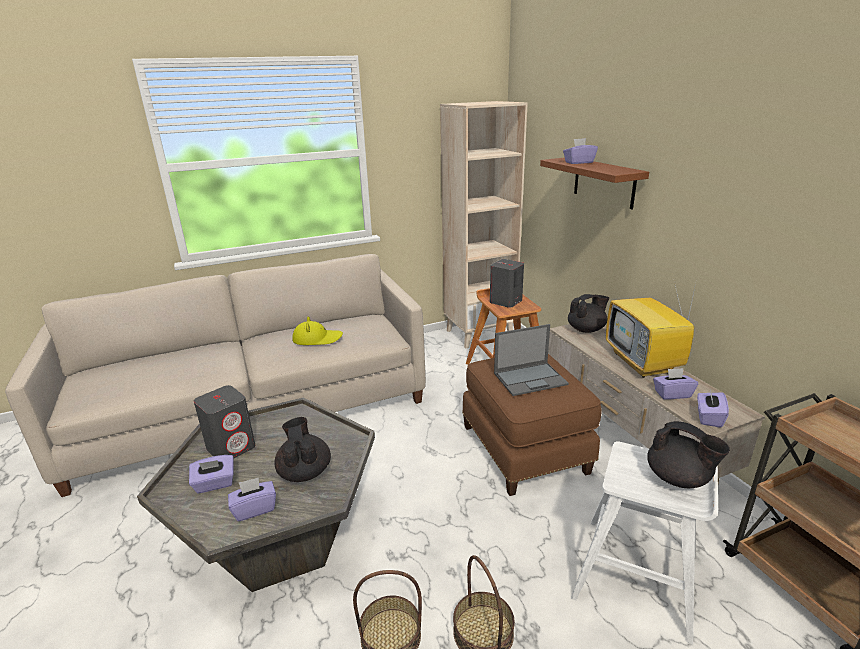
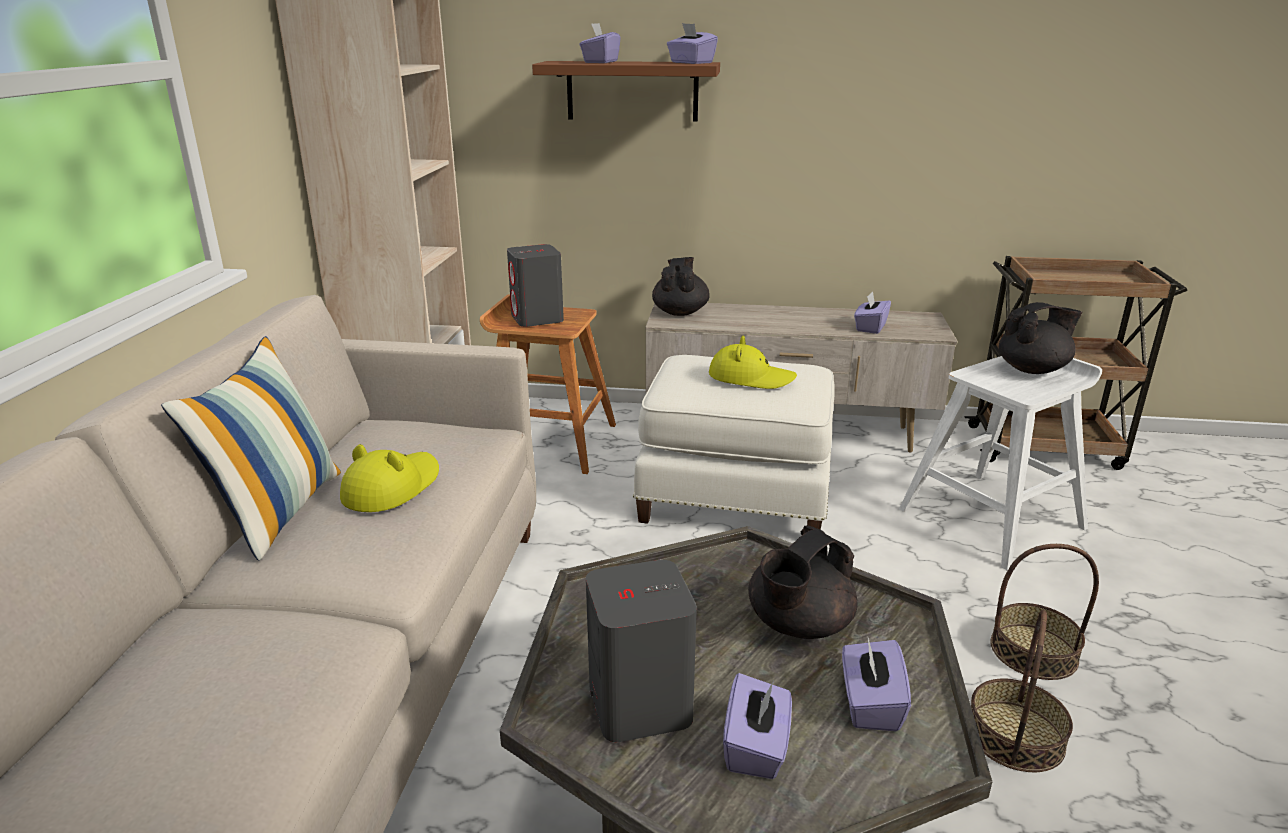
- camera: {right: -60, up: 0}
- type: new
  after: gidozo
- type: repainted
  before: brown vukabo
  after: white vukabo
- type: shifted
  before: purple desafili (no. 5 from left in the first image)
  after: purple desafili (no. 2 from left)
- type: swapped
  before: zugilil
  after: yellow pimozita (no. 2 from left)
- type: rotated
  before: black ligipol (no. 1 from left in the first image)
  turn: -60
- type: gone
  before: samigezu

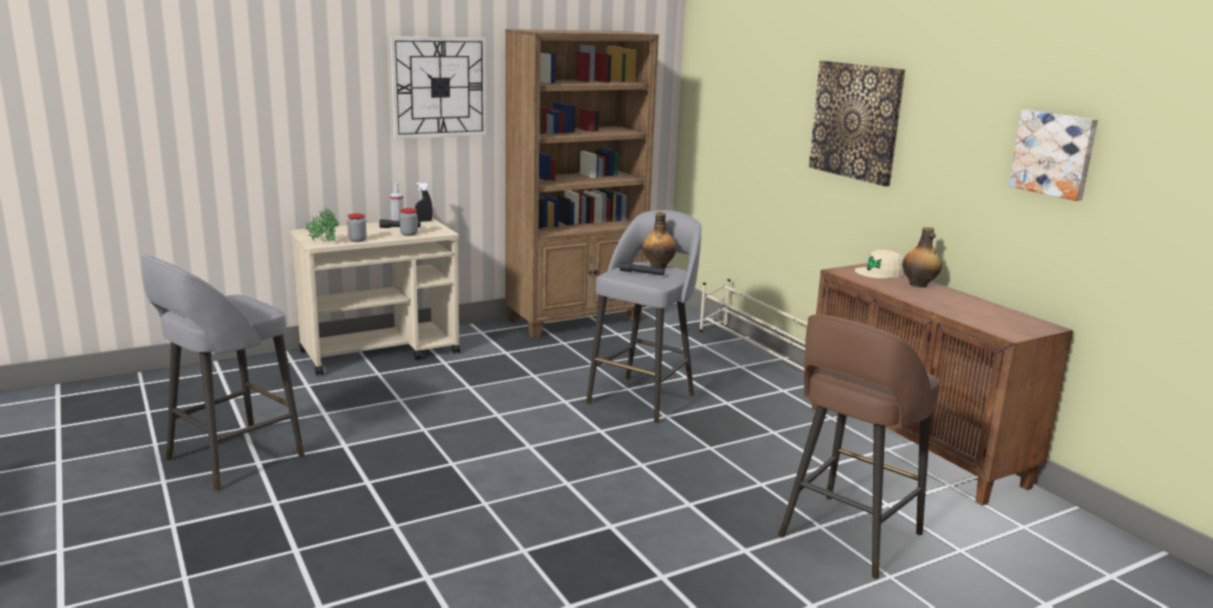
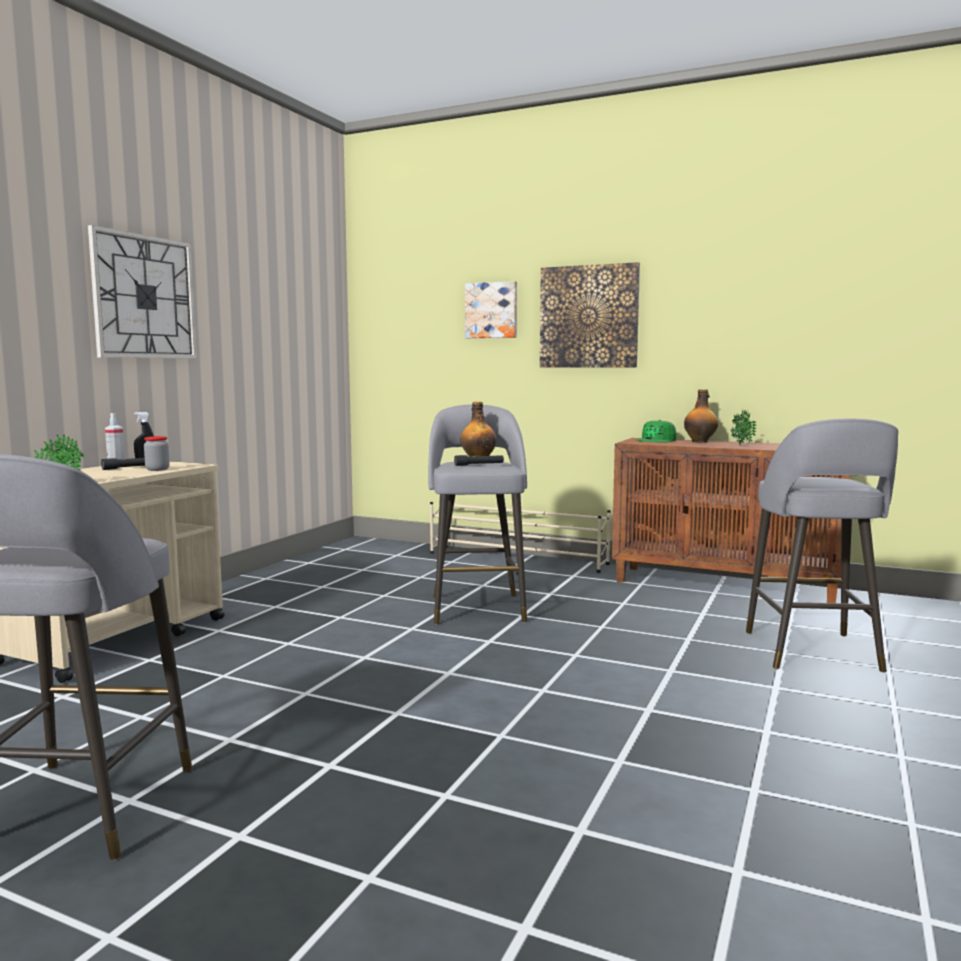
- camera: {right: -35, up: -10}
- type: shifted
  before: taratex (no. 2 from left in the first image)
  after: taratex (no. 1 from left)
- type: repainted
  before: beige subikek
  after: green subikek
- type: new
  after: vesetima (no. 2 from left)
- type: repainted
  before: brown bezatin
  after: grey bezatin (no. 3 from left)
- type: gone
  before: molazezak (no. 1 from left)
- type: gone
  before: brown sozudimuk

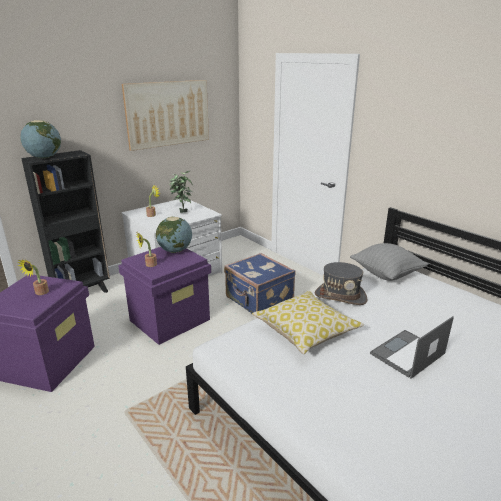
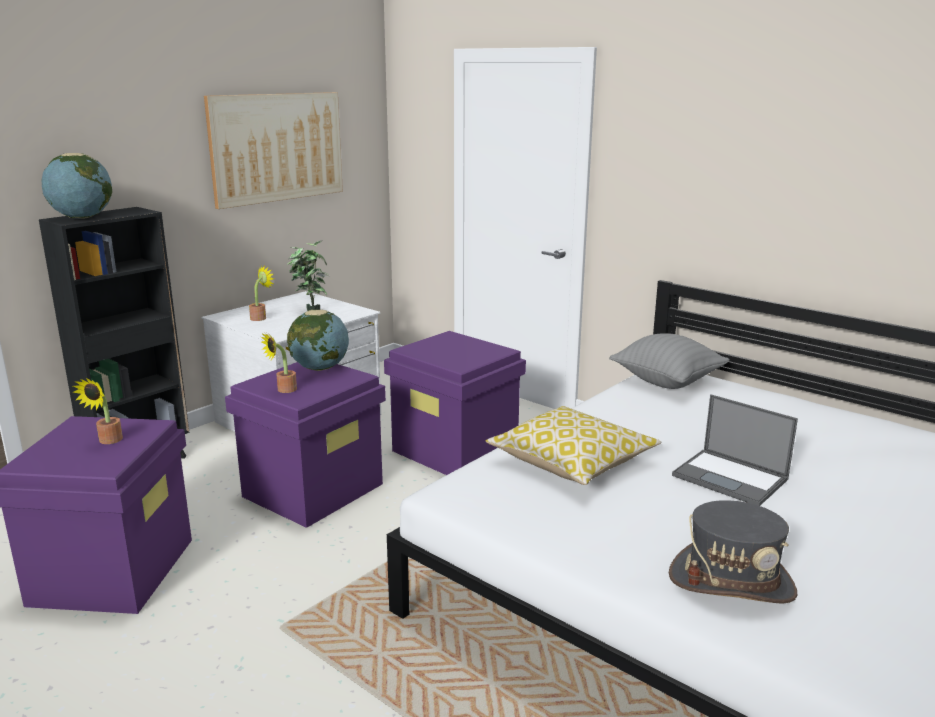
- camera: {right: -10, up: -5}
- type: swapped
  before: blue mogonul
  after: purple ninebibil (no. 3 from left)
- type: shifted
  before: grey pimozita
- type: rotated
  before: zugilil
  turn: -90

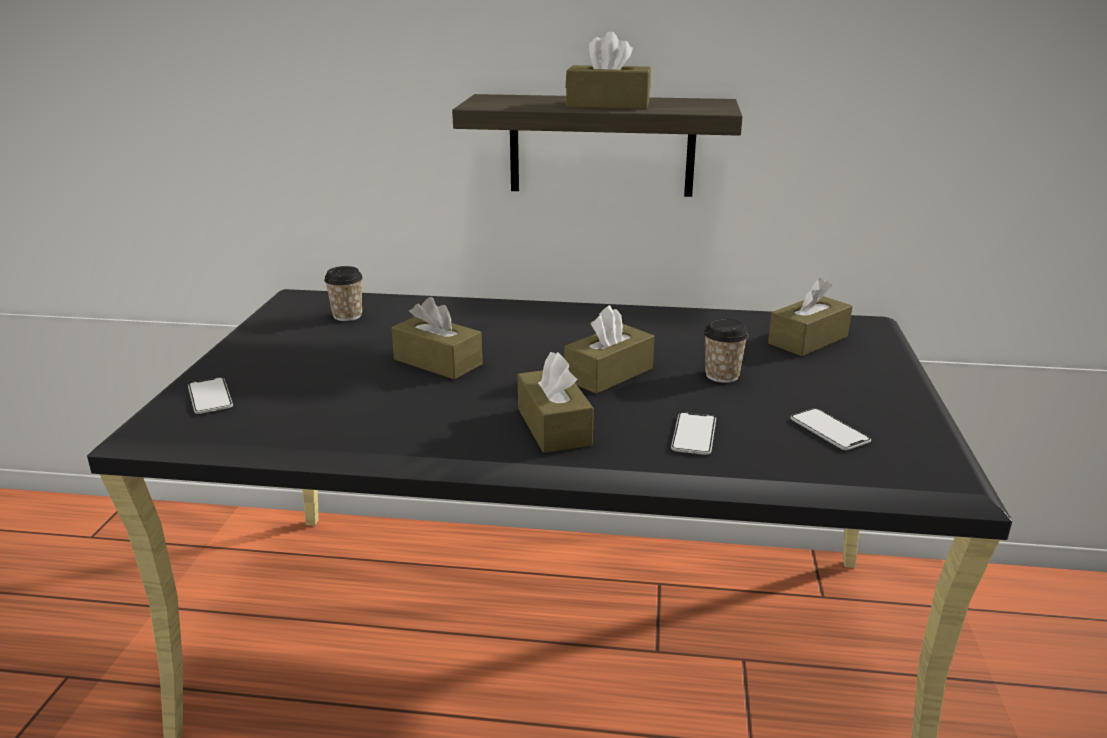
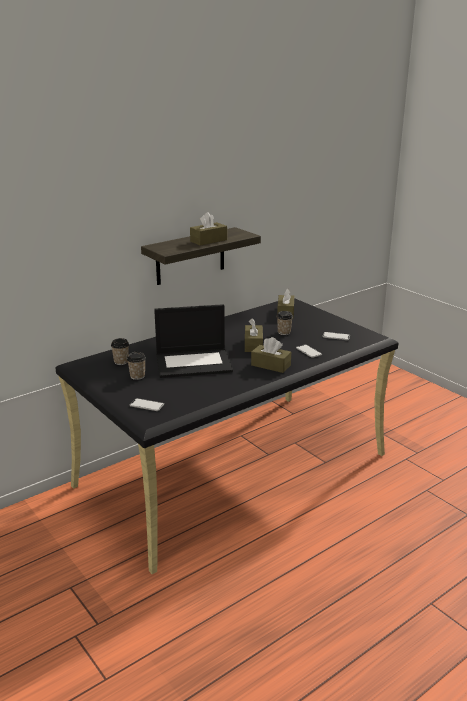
- camera: {right: -45, up: 0}
- type: new
  after: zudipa (no. 2 from left)
- type: swapped
  before: brown desafili (no. 1 from left)
  after: zugilil

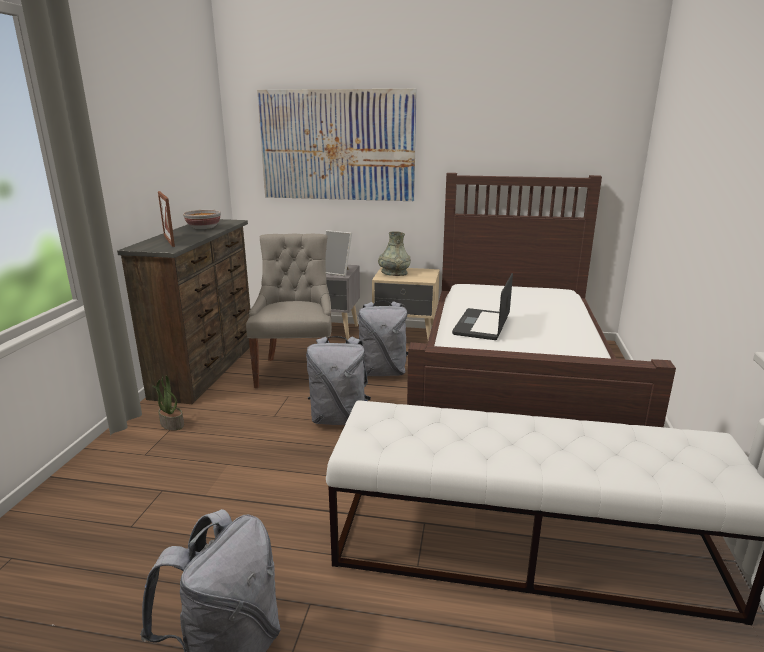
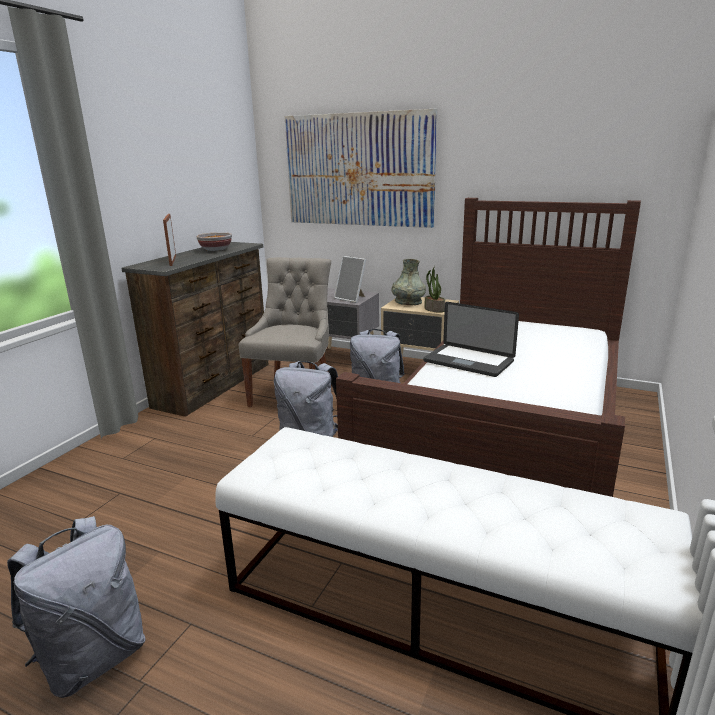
- camera: {right: 15, up: 0}
- type: rotated
  before: zugilil
  turn: -90
- type: shifted
  before: vesetima

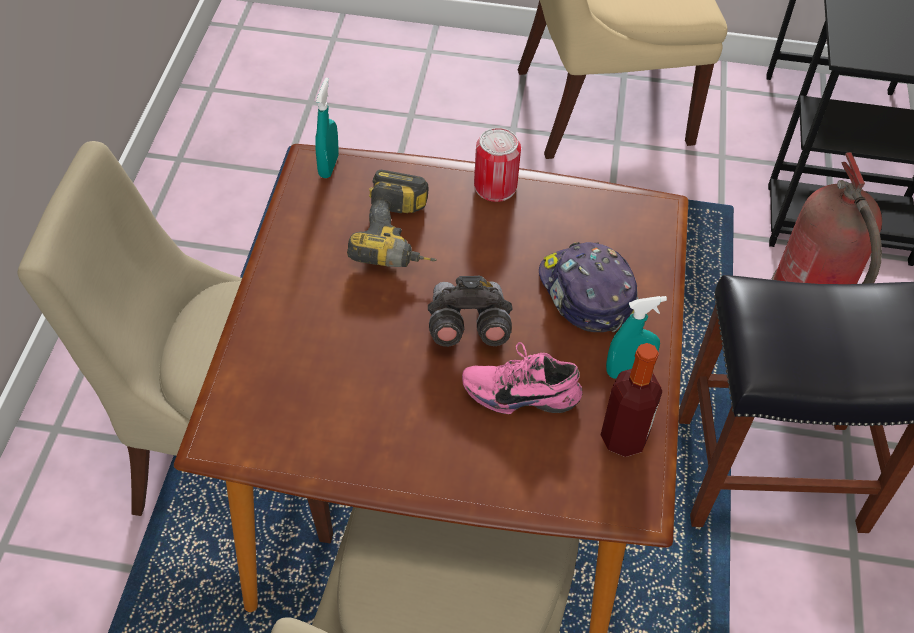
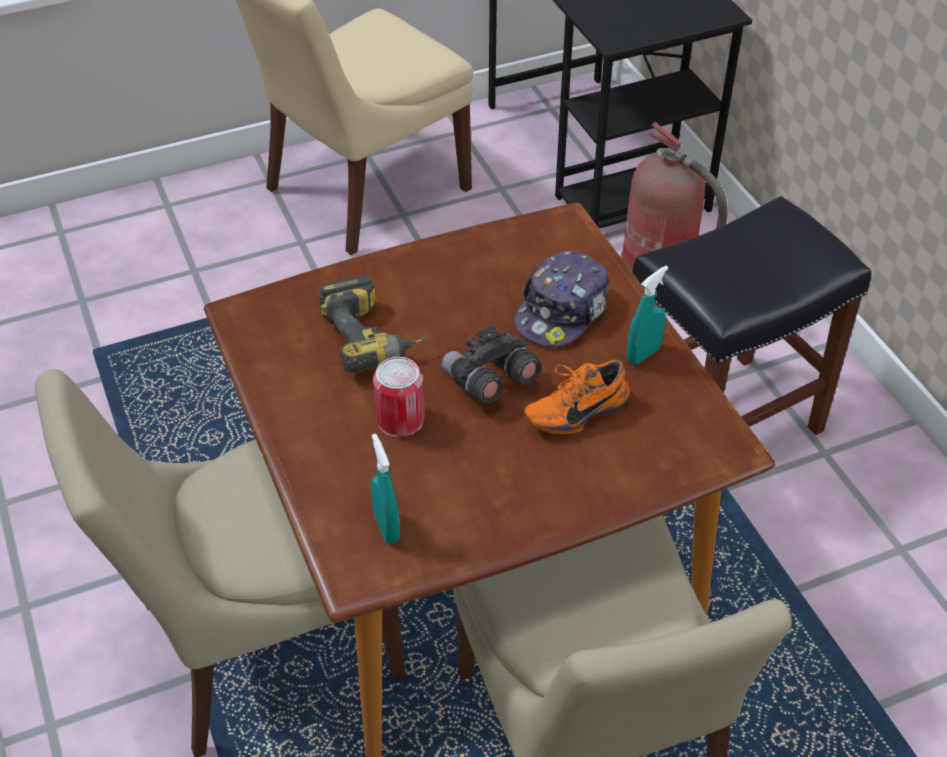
- camera: {right: -30, up: -5}
- type: shifted
  before: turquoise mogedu (no. 1 from left)
- type: shifted
  before: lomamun
- type: rotated
  before: subikek
  turn: -90
- type: repainted
  before: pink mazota
  after: orange mazota
- type: gone
  before: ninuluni

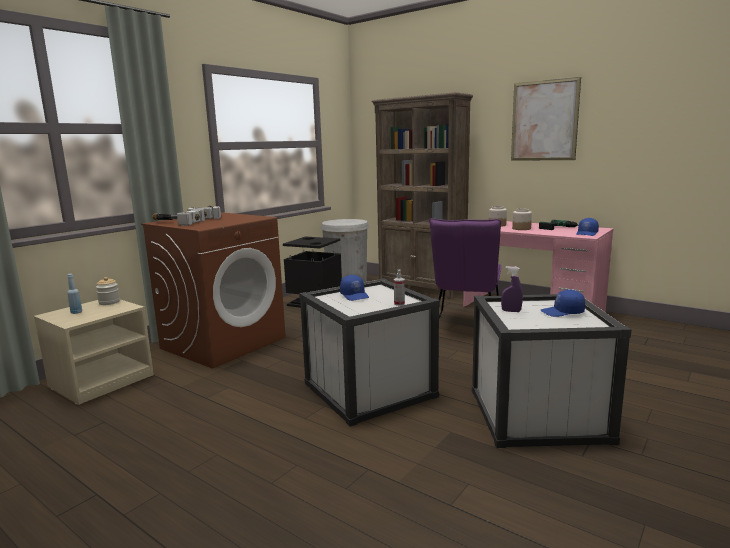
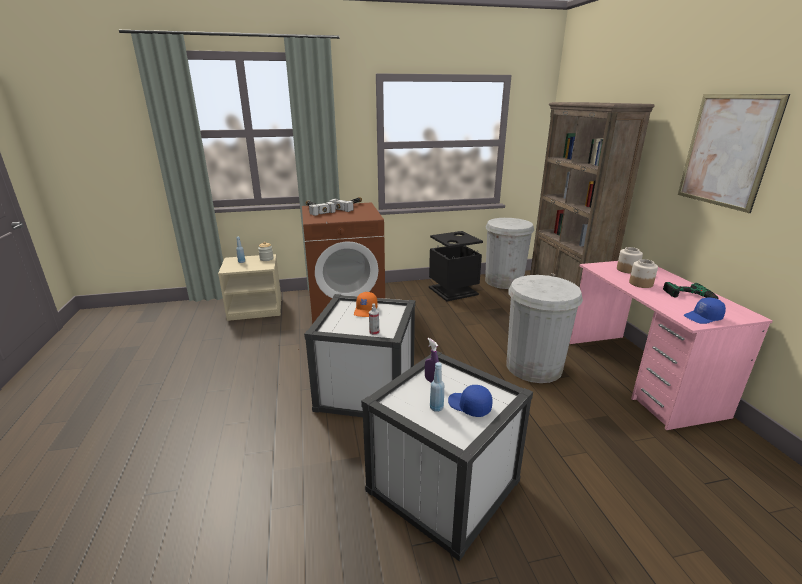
- camera: {right: 40, up: 10}
- type: repainted
  before: blue subikek (no. 1 from left)
  after: orange subikek
- type: new
  after: blue ninuluni (no. 2 from left)
- type: swapped
  before: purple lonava
  after: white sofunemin (no. 2 from left)

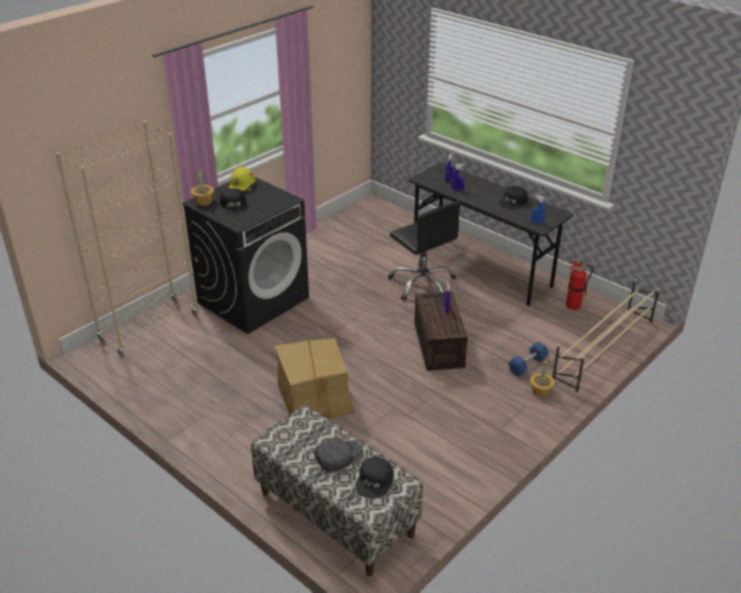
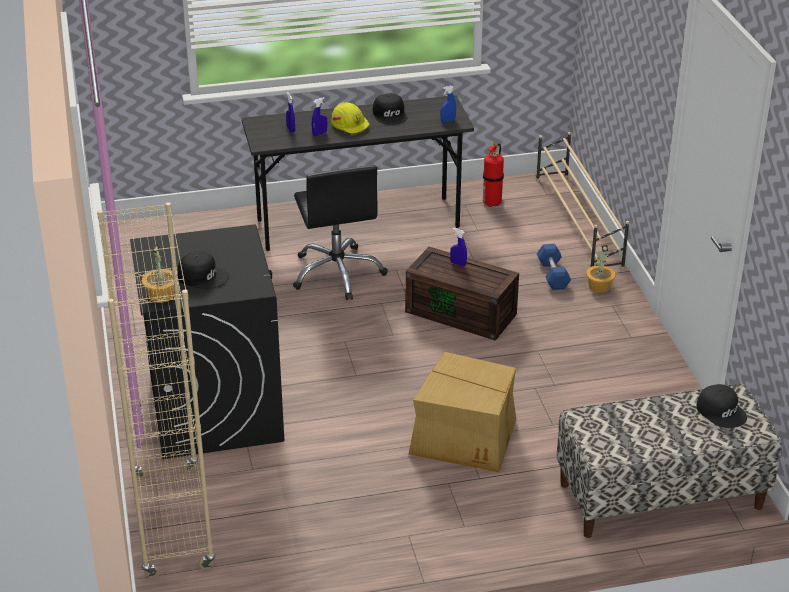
- camera: {right: -55, up: 0}
- type: rotated
  before: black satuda
  turn: 75
- type: shifted
  before: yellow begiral
- type: gone
  before: black subikek (no. 2 from left)

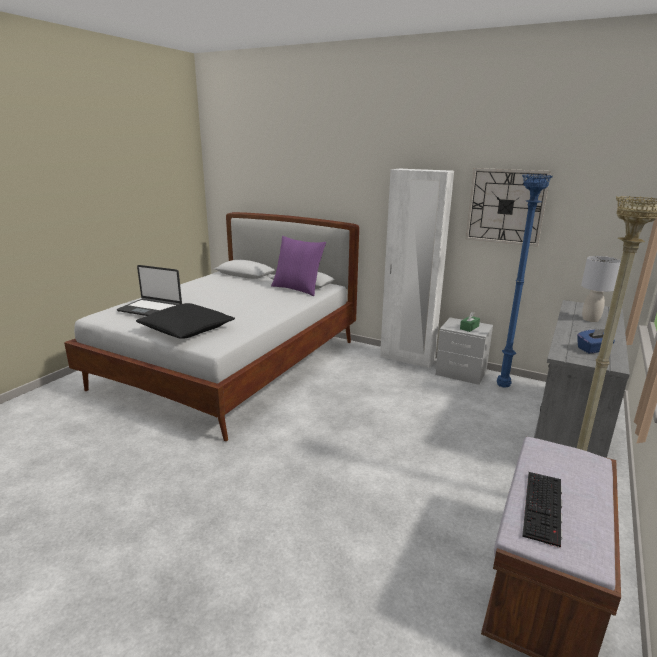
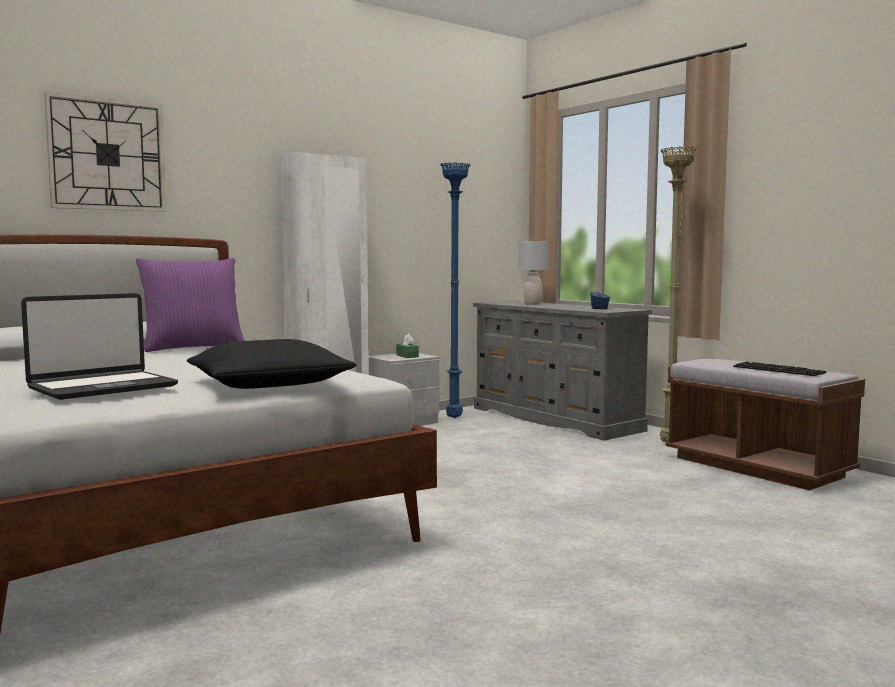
- camera: {right: -65, up: -15}
- type: shifted
  before: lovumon

